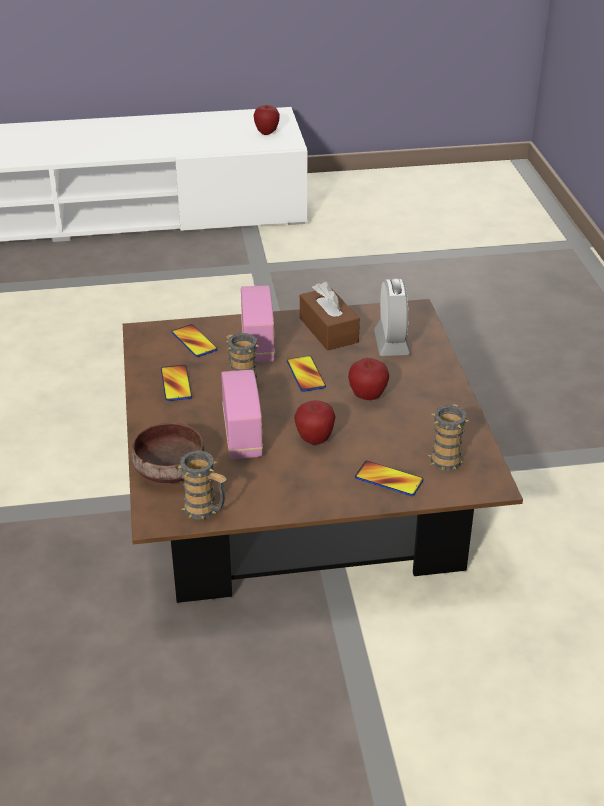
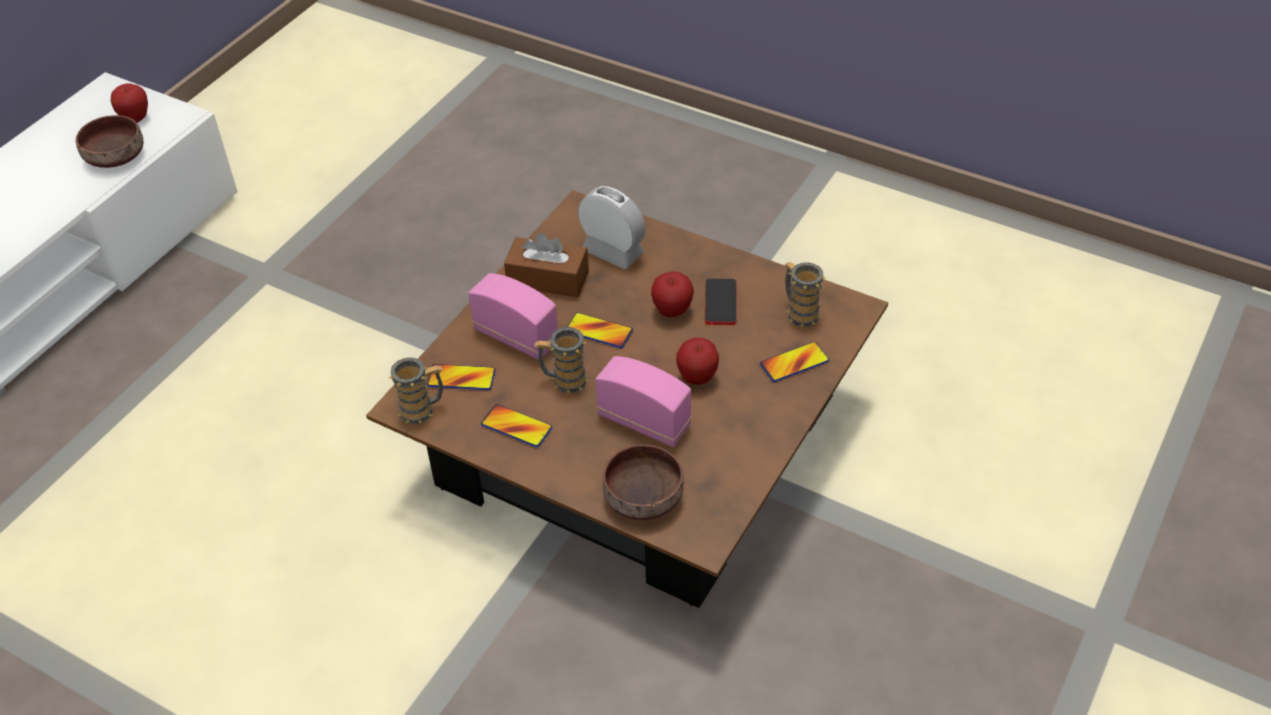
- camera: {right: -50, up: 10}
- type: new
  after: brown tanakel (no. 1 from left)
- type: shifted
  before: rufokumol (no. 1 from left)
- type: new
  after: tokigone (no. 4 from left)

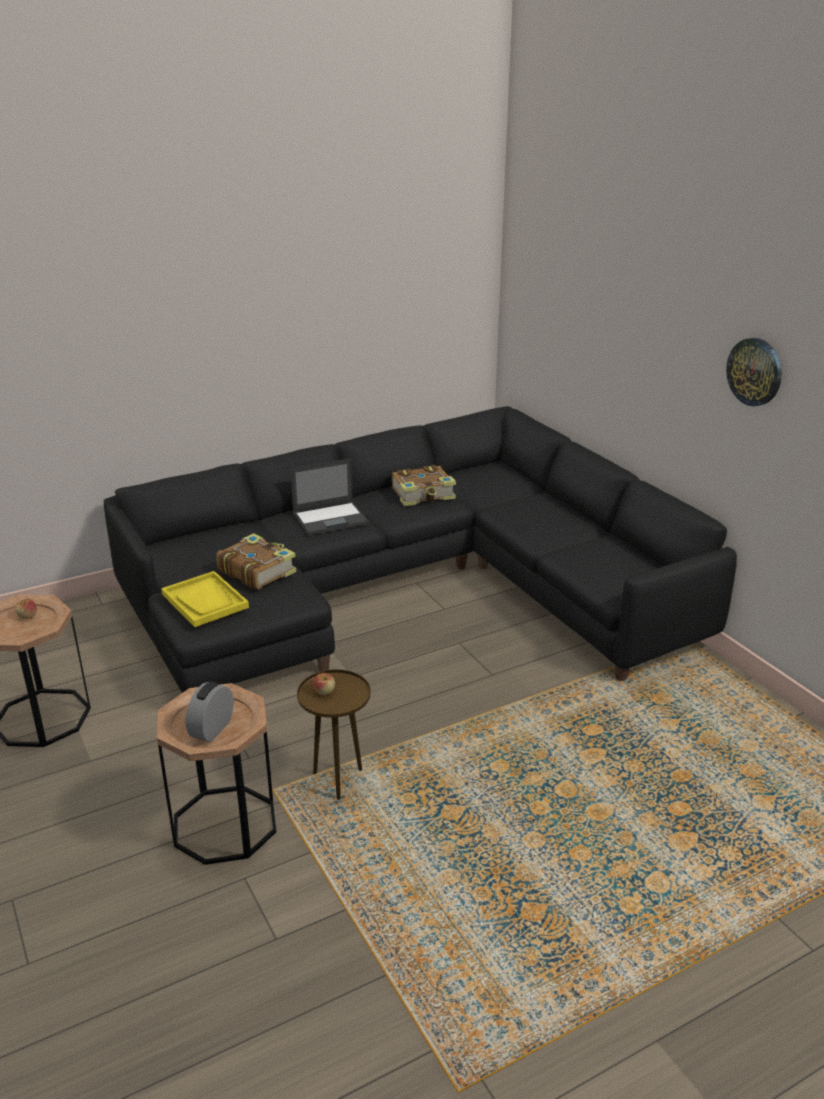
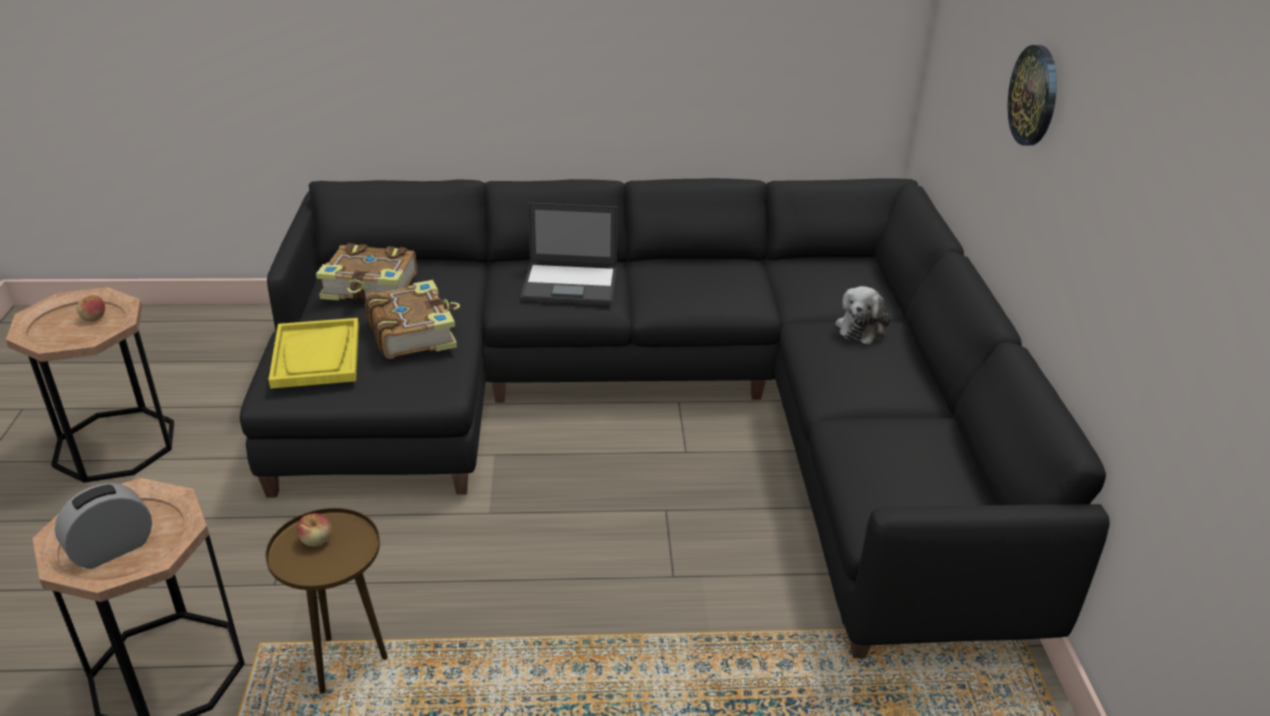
- camera: {right: 25, up: 5}
- type: shifted
  before: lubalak (no. 2 from left in the first image)
  after: lubalak (no. 1 from left)
- type: new
  after: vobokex
- type: shifted
  before: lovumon

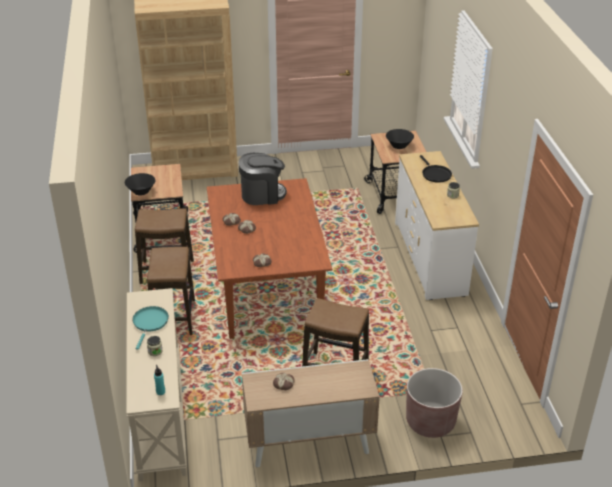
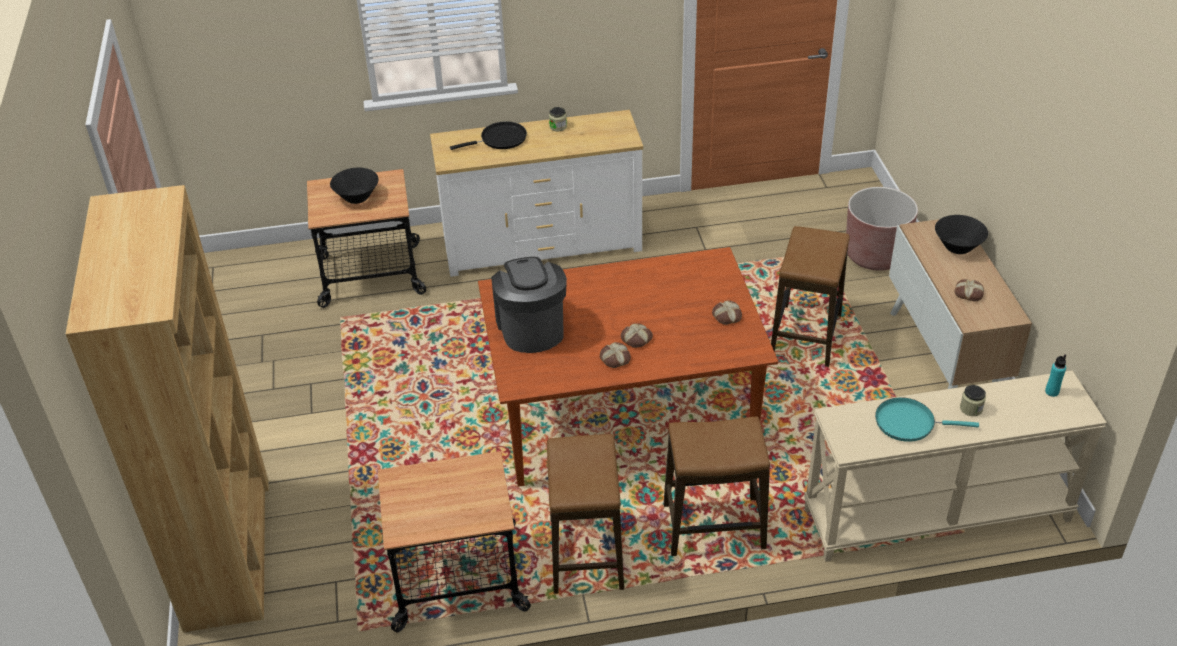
- camera: {right: -90, up: 5}
- type: shifted
  before: black tanakel (no. 1 from left in the first image)
  after: black tanakel (no. 2 from left)

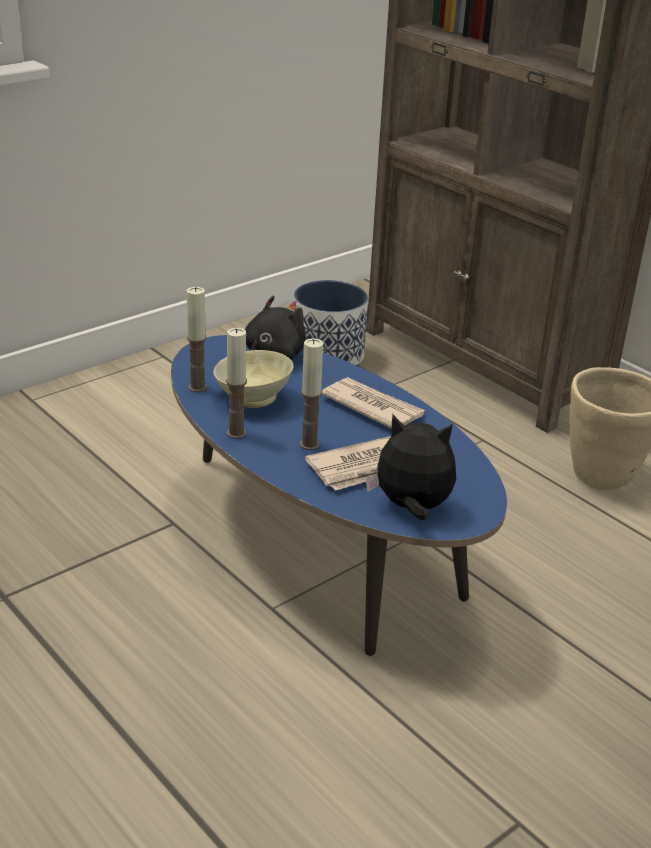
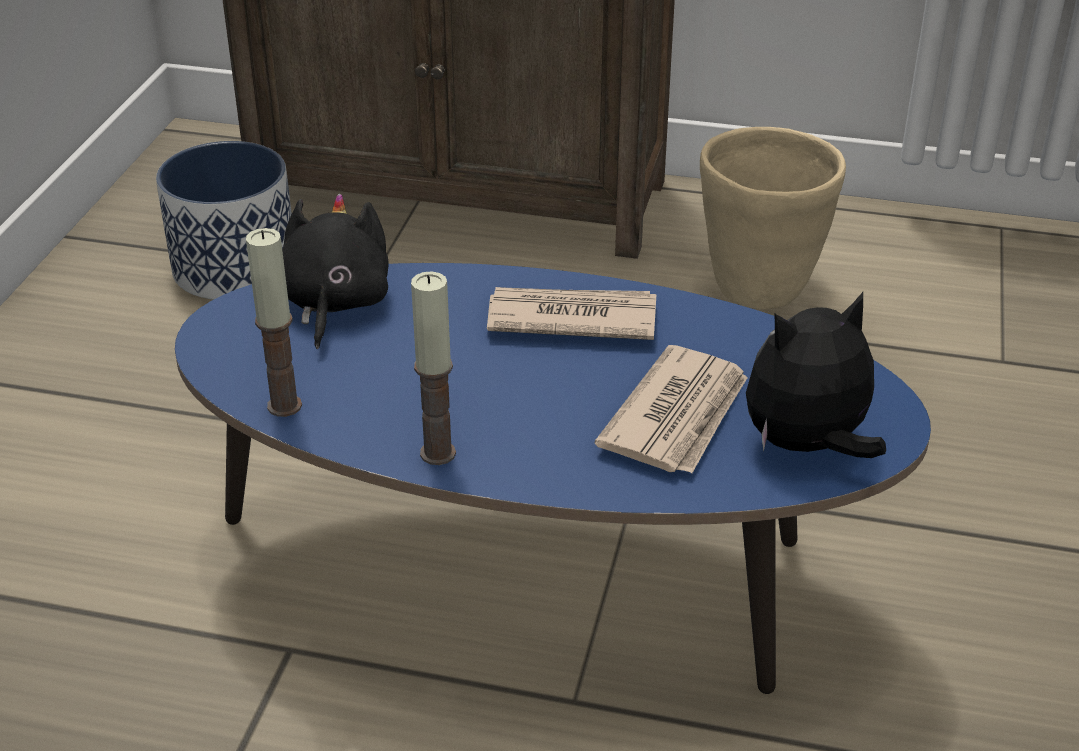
- camera: {right: -35, up: 5}
- type: gone
  before: beige tanakel
- type: gone
  before: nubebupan (no. 3 from left)

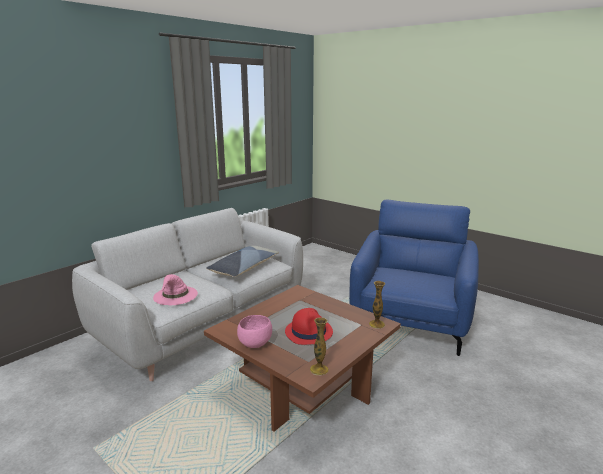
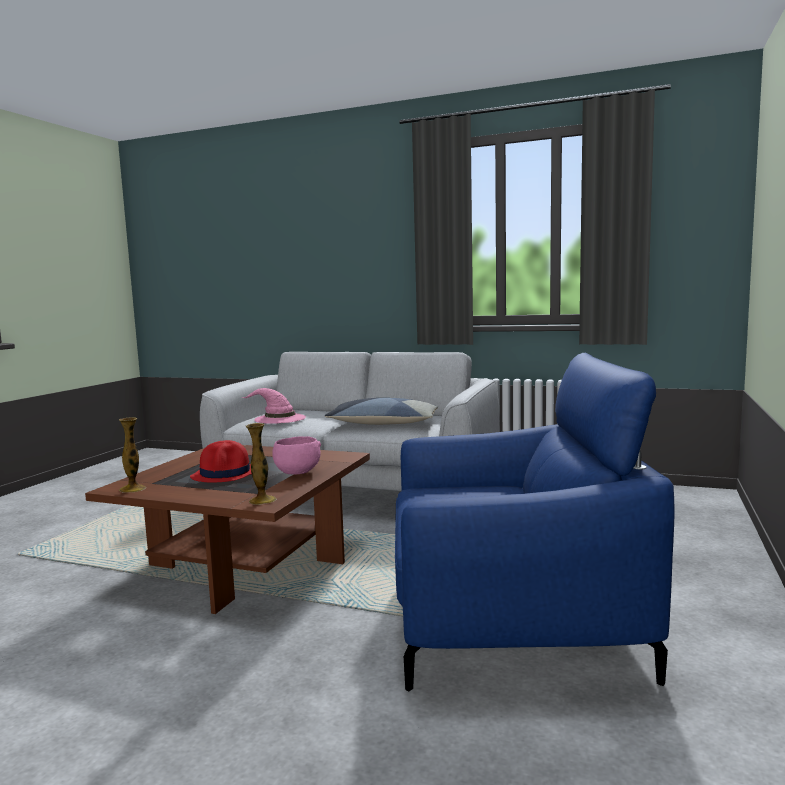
- camera: {right: 70, up: -10}
- type: shifted
  before: pink tanakel

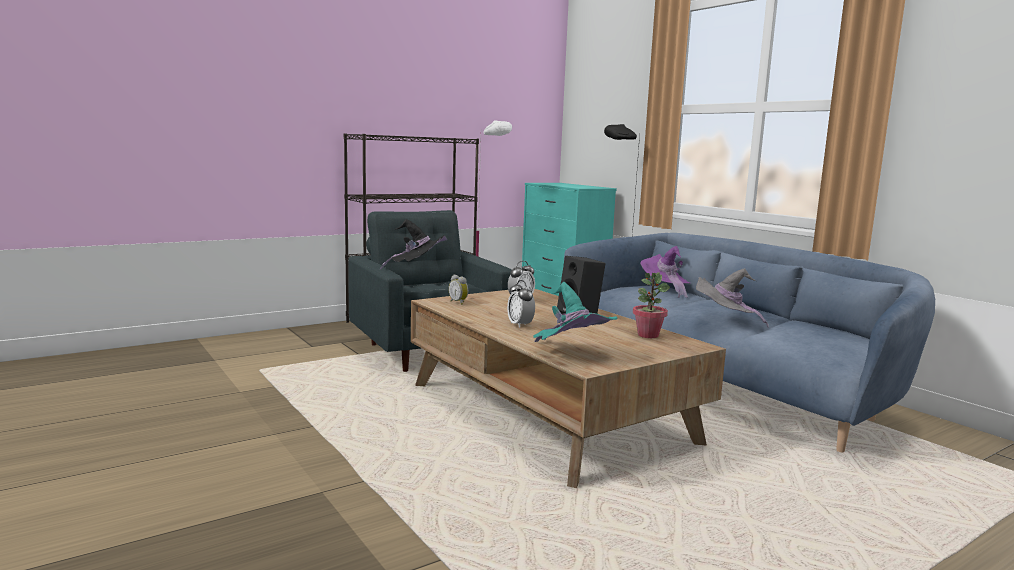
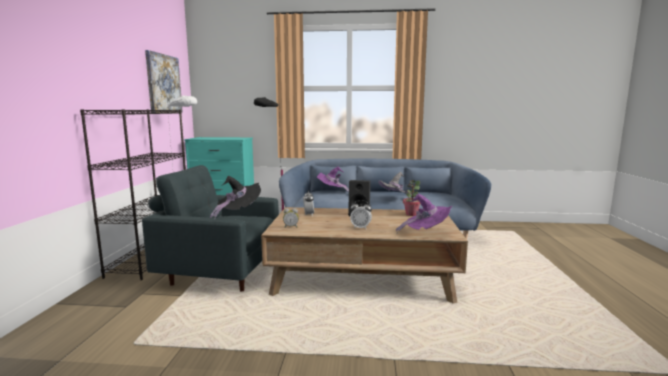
- camera: {right: -50, up: 0}
- type: new
  after: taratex
- type: repainted
  before: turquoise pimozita
  after: purple pimozita (no. 2 from left)

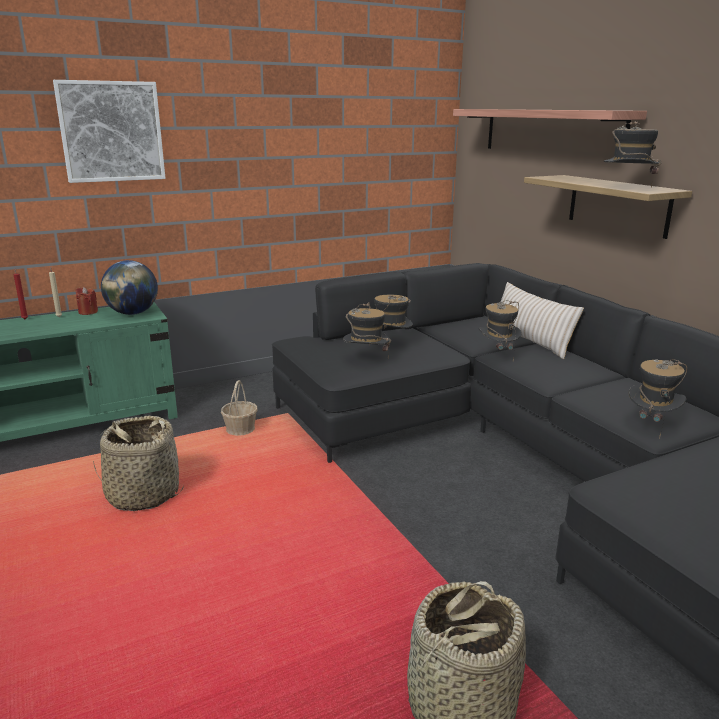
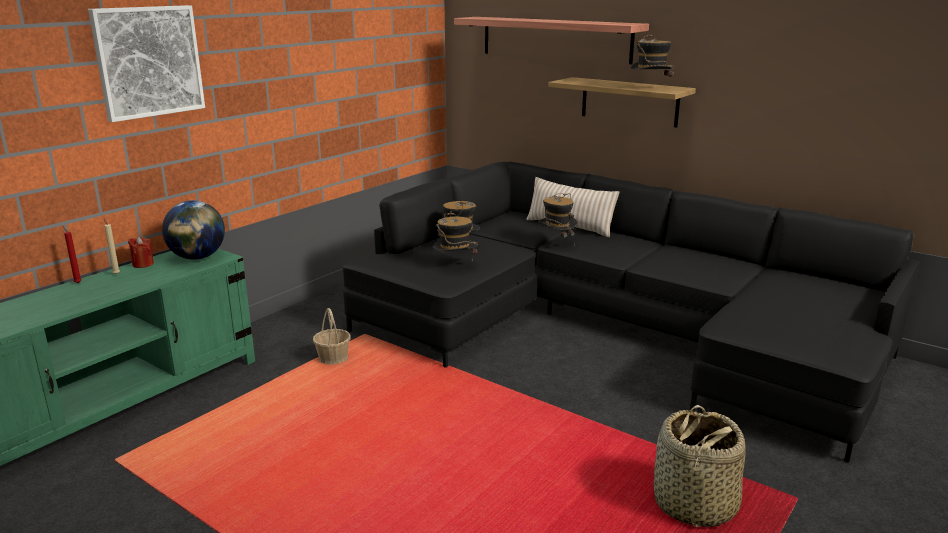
- camera: {right: -25, up: 0}
- type: gone
  before: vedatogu (no. 1 from left)
- type: gone
  before: pimozita (no. 5 from left)

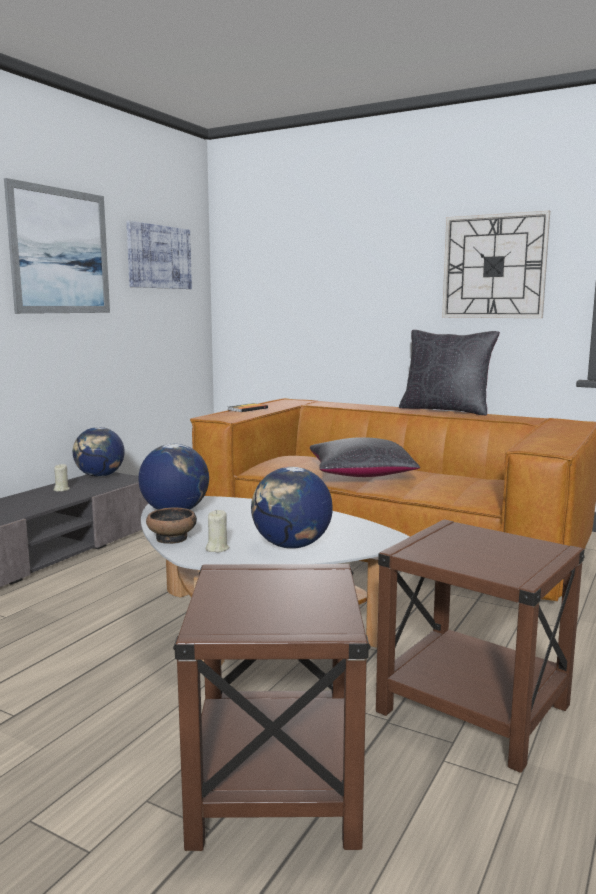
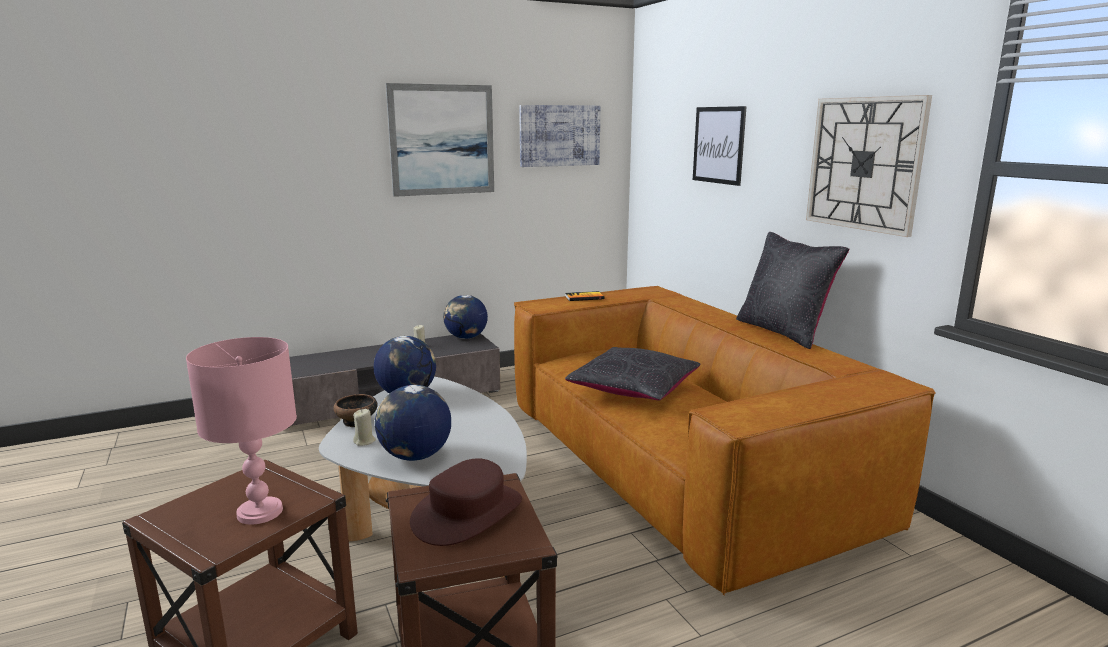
- camera: {right: 35, up: 5}
- type: new
  after: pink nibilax
- type: new
  after: brown pimozita
- type: new
  after: taratex (no. 3 from left)

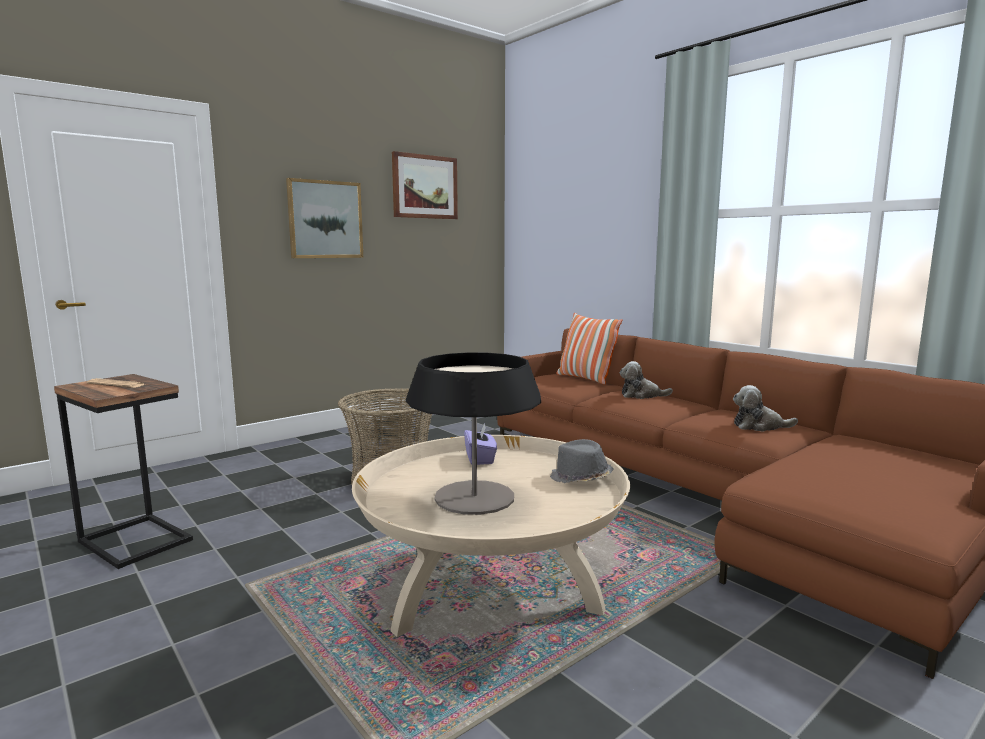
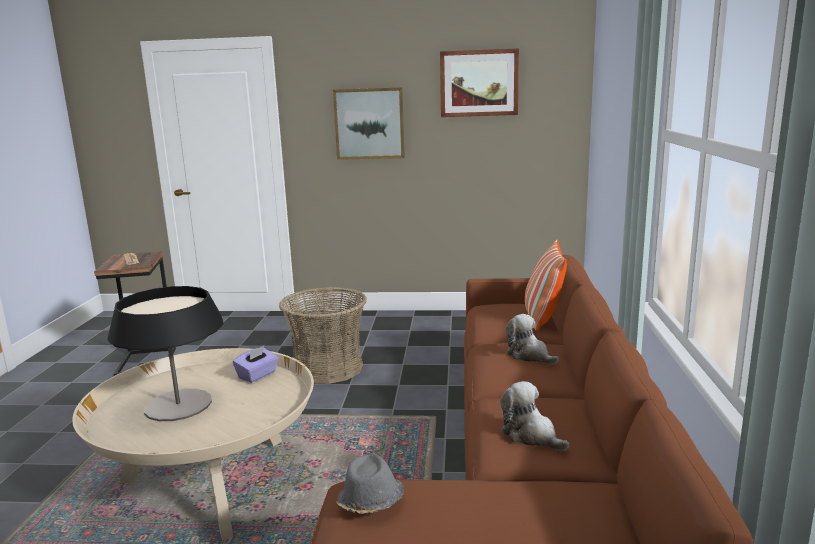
- camera: {right: 45, up: 5}
- type: shifted
  before: grey pimozita

